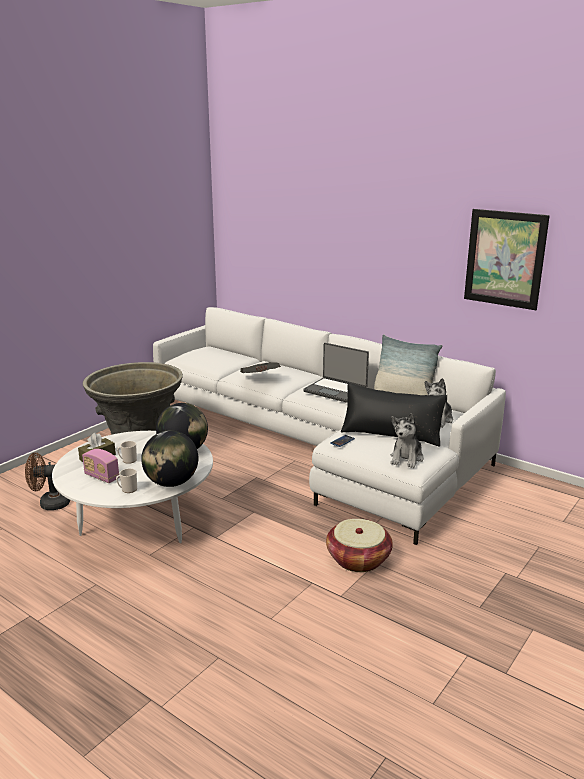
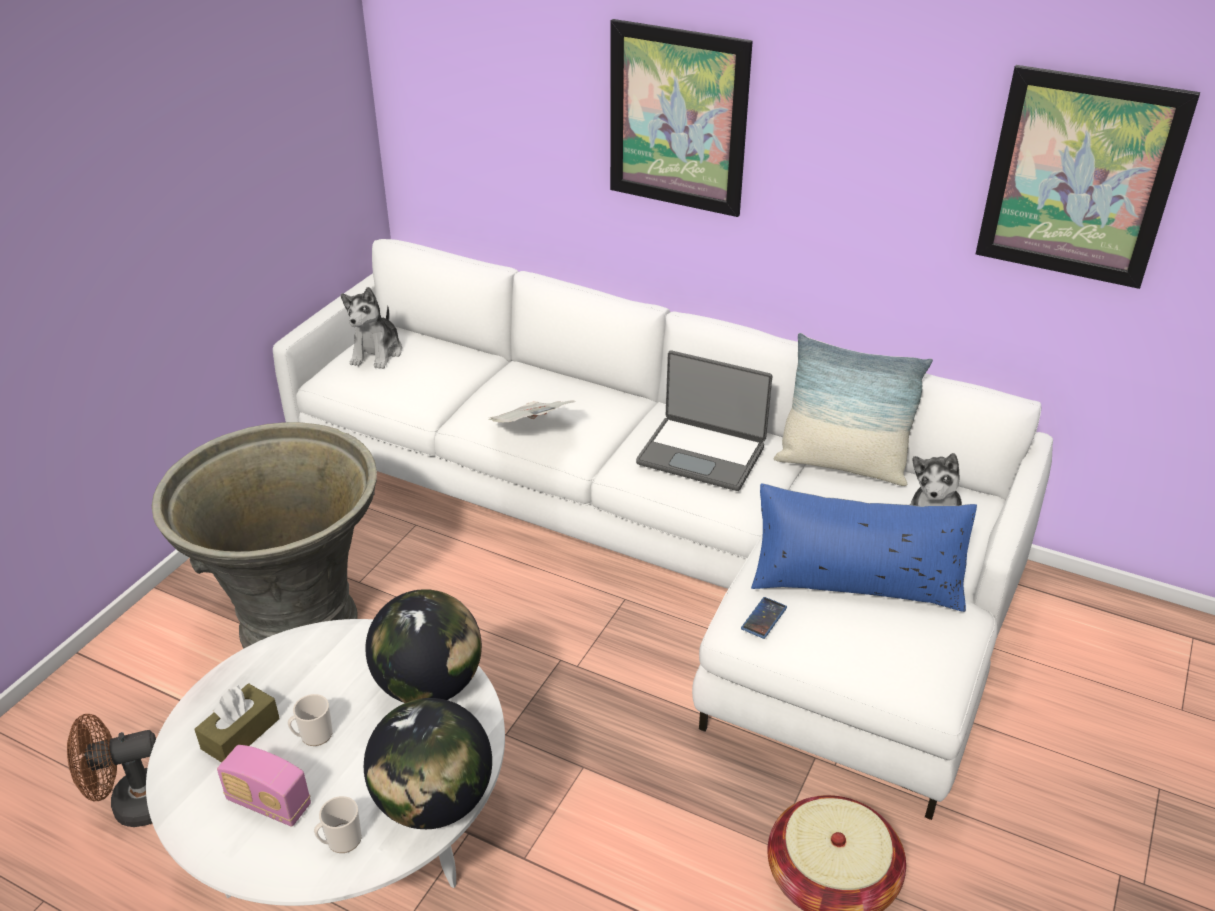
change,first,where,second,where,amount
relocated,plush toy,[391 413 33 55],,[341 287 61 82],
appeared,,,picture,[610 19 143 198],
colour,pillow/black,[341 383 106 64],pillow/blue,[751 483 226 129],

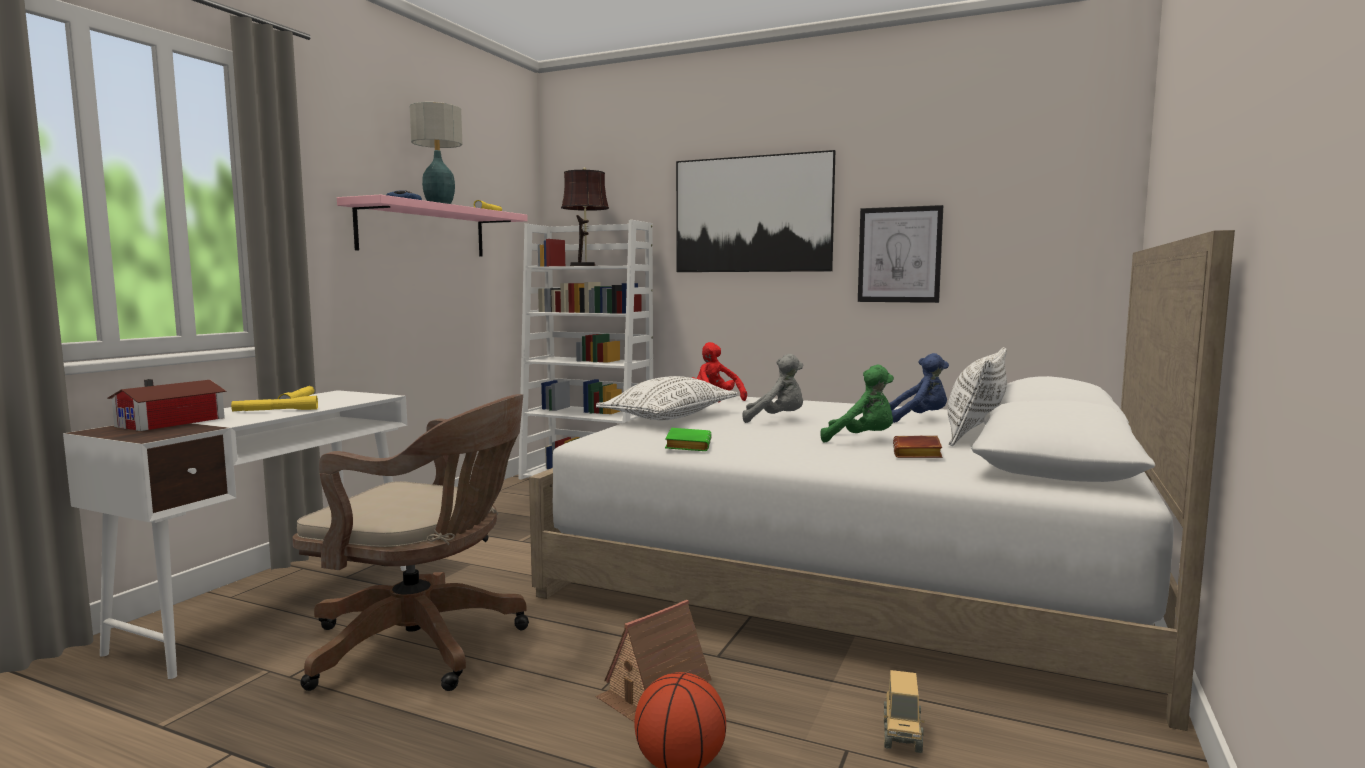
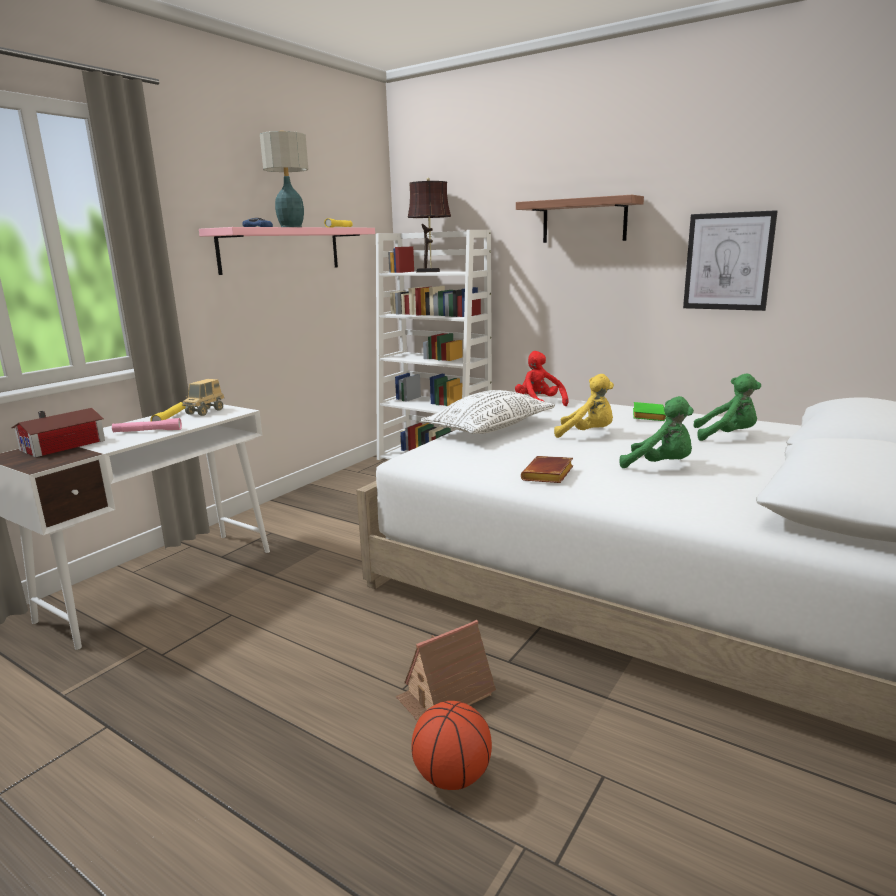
change,first,where,second,where,amount
colour,flashlight/yellow,[231 396 87 16],flashlight/pink,[112 418 70 14],
relocated,toy truck,[884 670 41 83],,[182 379 42 37],
exchanged,picture,[676 150 159 122],shelf,[516 195 128 48],
relocated,book/brown,[893 435 49 23],,[521 456 52 27],
colour,plush toy/grey,[742 354 62 69],plush toy/yellow,[554 374 60 64],
relocated,book/green,[665 428 47 23],,[633 402 33 19],
colour,plush toy/blue,[889 353 60 70],plush toy/green,[693 373 68 68],
missing,office chair/brown,[293 394 236 297],,,
missing,pillow/white,[948 347 59 99],,,

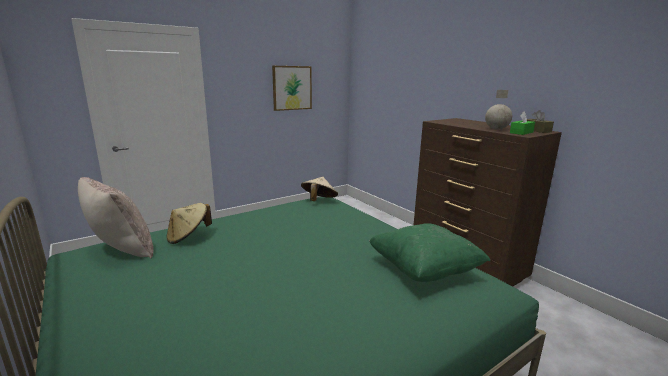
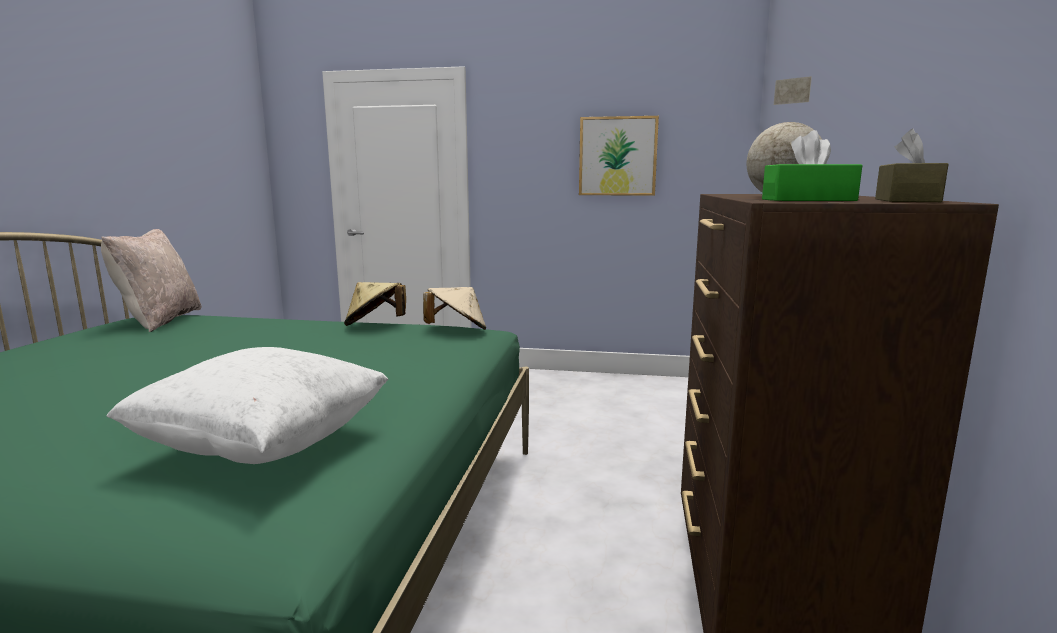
change,first,where,second,where,amount
colour,pillow/green,[369 223 121 59],pillow/white,[106 347 283 117],
relocated,hat/beige,[166 203 46 41],,[344 282 62 44],

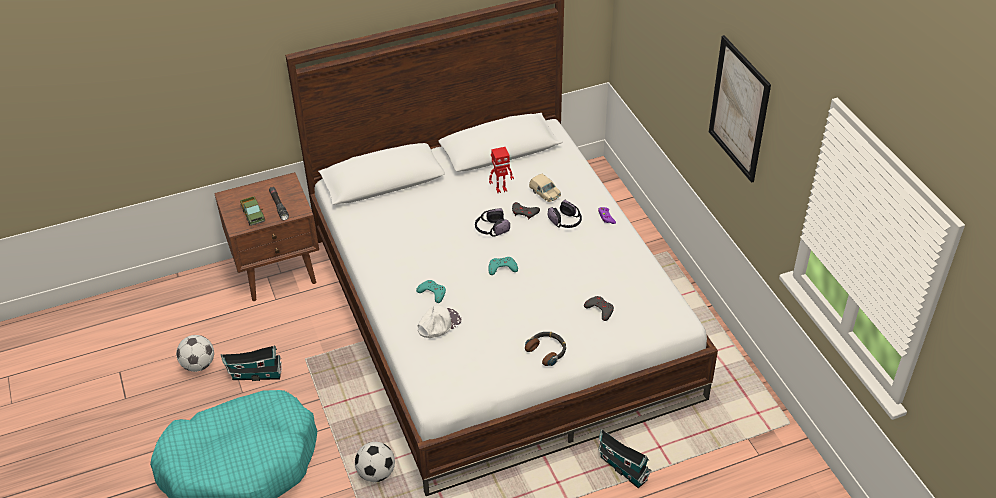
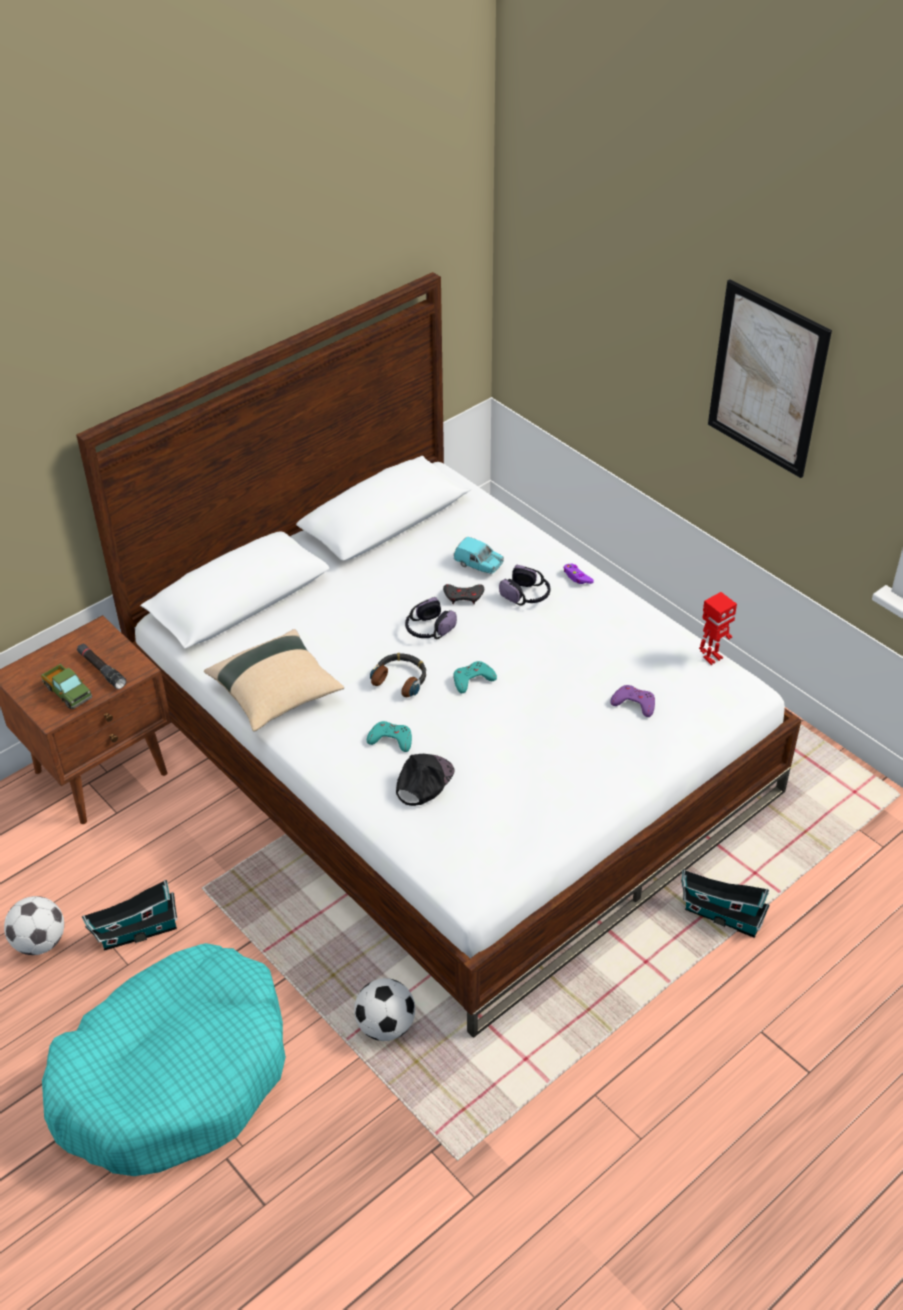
change,first,where,second,where,amount
appeared,,,pillow/beige,[204 629 140 103],
relocated,headphones,[525 332 41 34],,[370 653 56 44],
colour,cap/white,[417 305 45 33],cap/black,[396 754 58 52],
colour,toy car/beige,[529 174 32 28],toy car/turquoise,[454 537 50 37],
colour,game controller/grey,[584 296 30 25],game controller/purple,[610 685 45 32],
relocated,toy robot,[489 147 25 46],,[699 592 38 73],

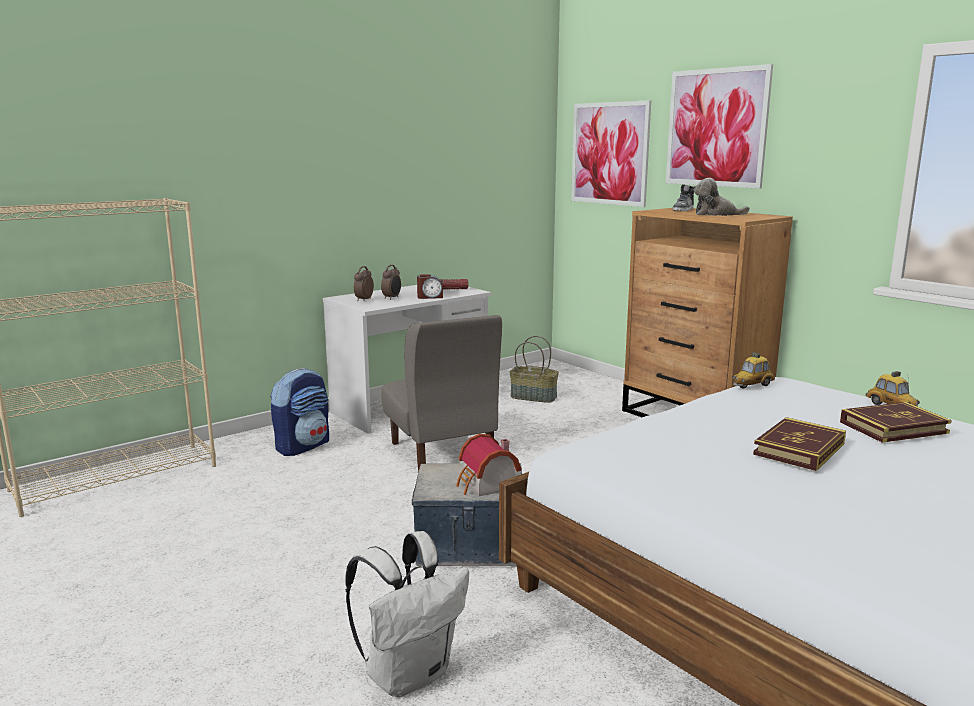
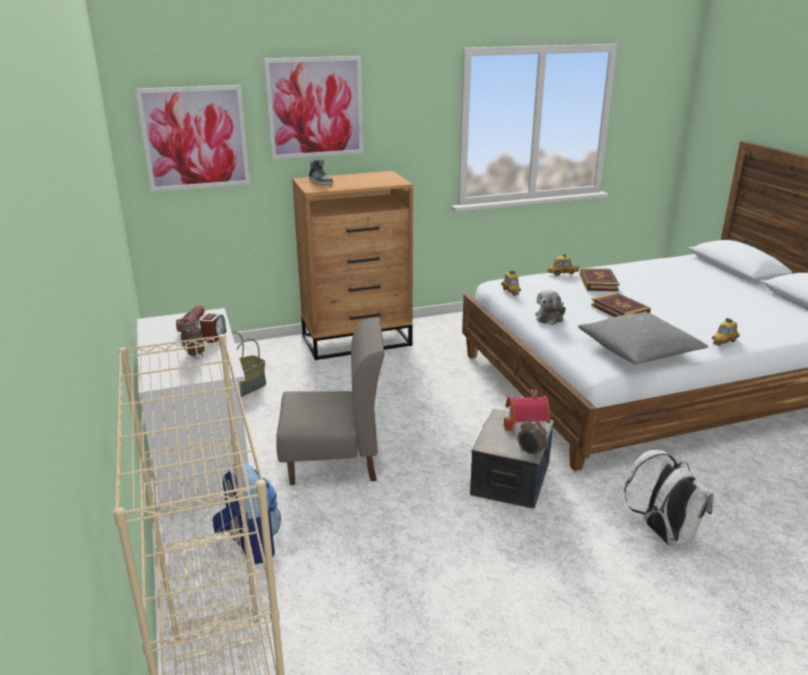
change,first,where,second,where,amount
relocated,alarm clock,[354 266 20 35],,[518 418 29 40],
relocated,plush toy,[694 178 56 38],,[535 290 31 35],
appeared,,,pillow/grey,[578 312 130 52],
appeared,,,toy car,[712 318 28 28],

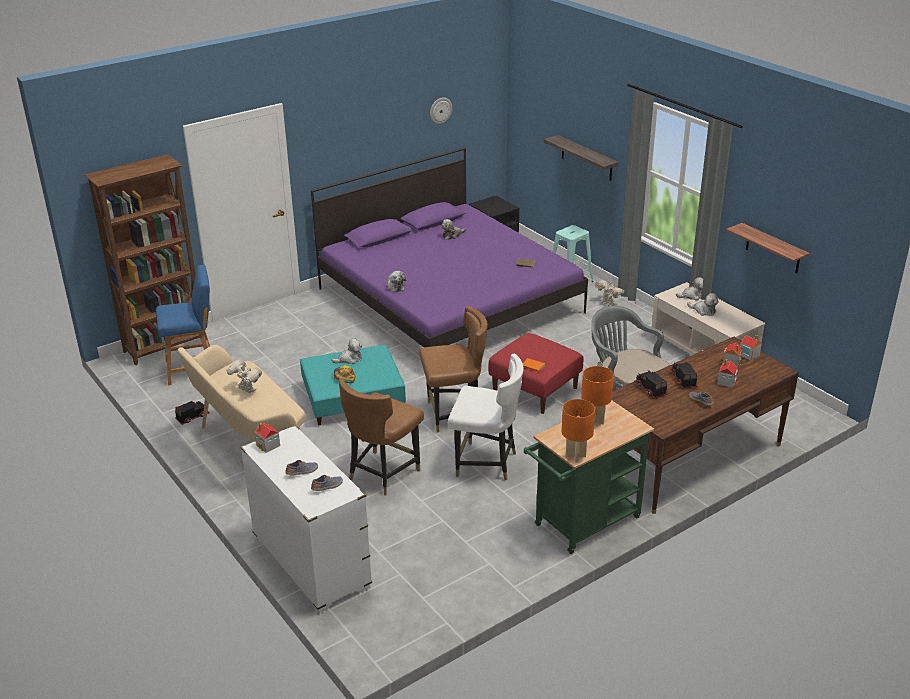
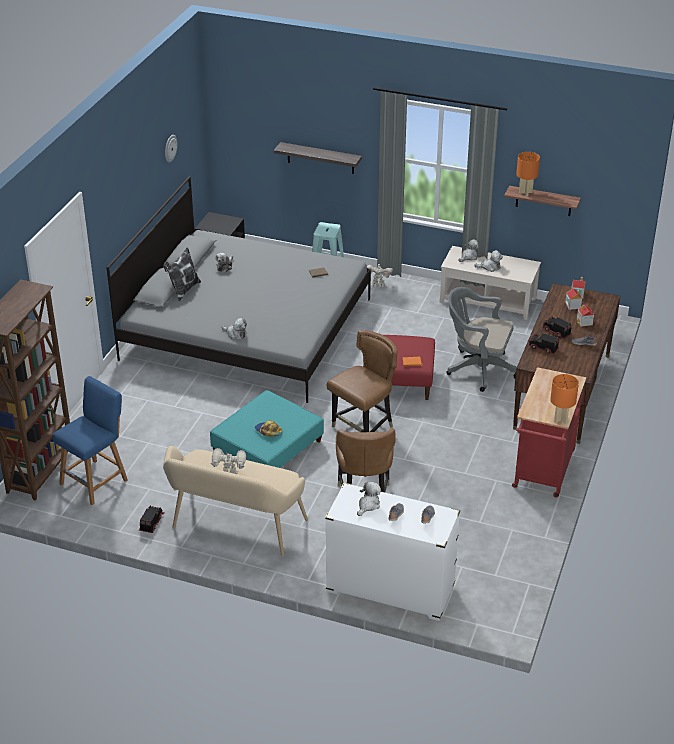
change,first,where,second,where,amount
colour,bed/purple,[311 147 277 200],bed/grey,[106 176 265 227],
appeared,,,pillow,[163 247 38 54],
relocated,plush toy,[332 338 31 26],,[357 481 24 35],
colour,cart/green,[524 401 130 153],cart/red,[512 367 74 130],
relocated,table lamp/orange,[581 366 33 58],,[516 152 24 44],
missing,toy house,[255 423 25 30],,,
missing,chair/white,[448 354 76 126],,,

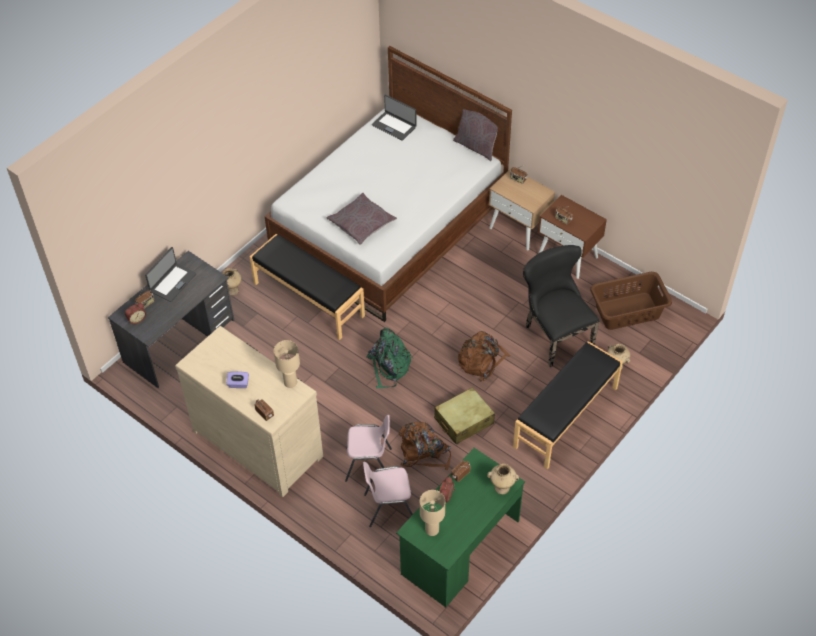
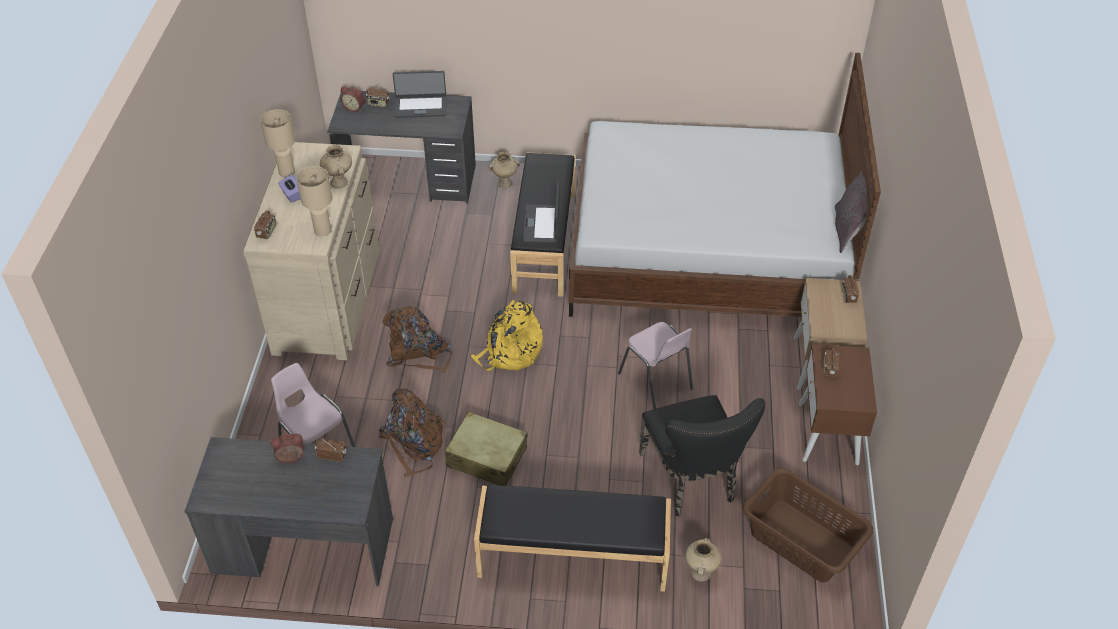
change,first,where,second,where,amount
colour,desk/green,[396 448 129 159],desk/grey,[184 437 209 149],
relocated,table lamp/beige,[420 490 25 46],,[260 109 35 69],
relocated,vase/beige,[487 464 32 30],,[320 145 32 44],
relocated,backpack/brown,[458 331 52 50],,[383 307 69 66],
colour,backpack/green,[366 328 48 60],backpack/yellow,[471 300 72 71],
relocated,laptop,[372 94 44 47],,[523 181 37 62],
relocated,chair/pink,[345 415 47 67],,[618 322 75 87],
spun,chair/black,[523 245 76 123],,[639 395 126 121],135 degrees clockwise
missing,pillow/grey,[326 192 71 53],,,

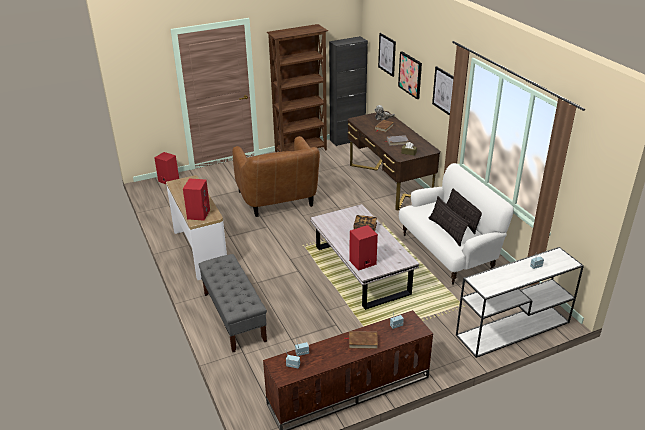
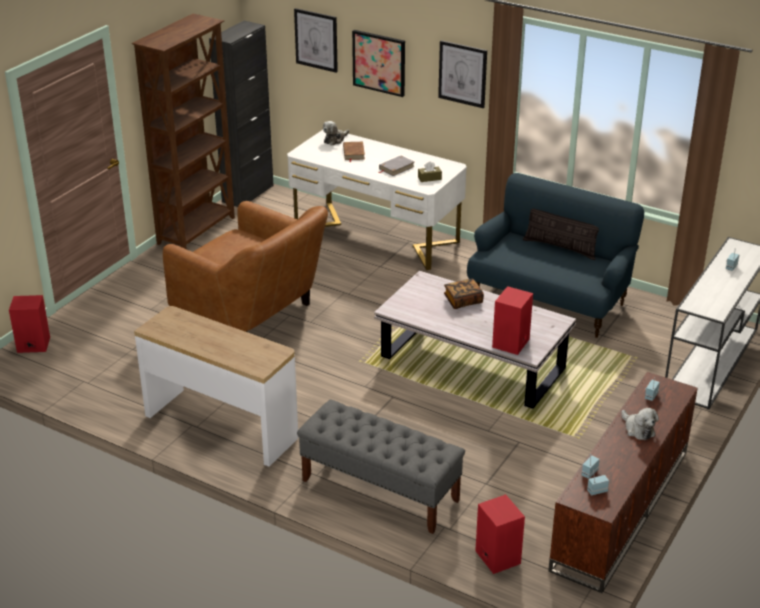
change,first,where,second,where,amount
colour,desk/brown,[348 111 92 100],desk/white,[287 130 180 140],
colour,sofa/white,[399 163 115 122],sofa/blue,[467 173 177 165],
relocated,speaker/red,[183 178 27 43],,[475 494 50 80],
exchanged,book/brown,[344 331 34 18],plush toy,[621 408 38 32],
missing,pillow,[428 196 42 50],,,

